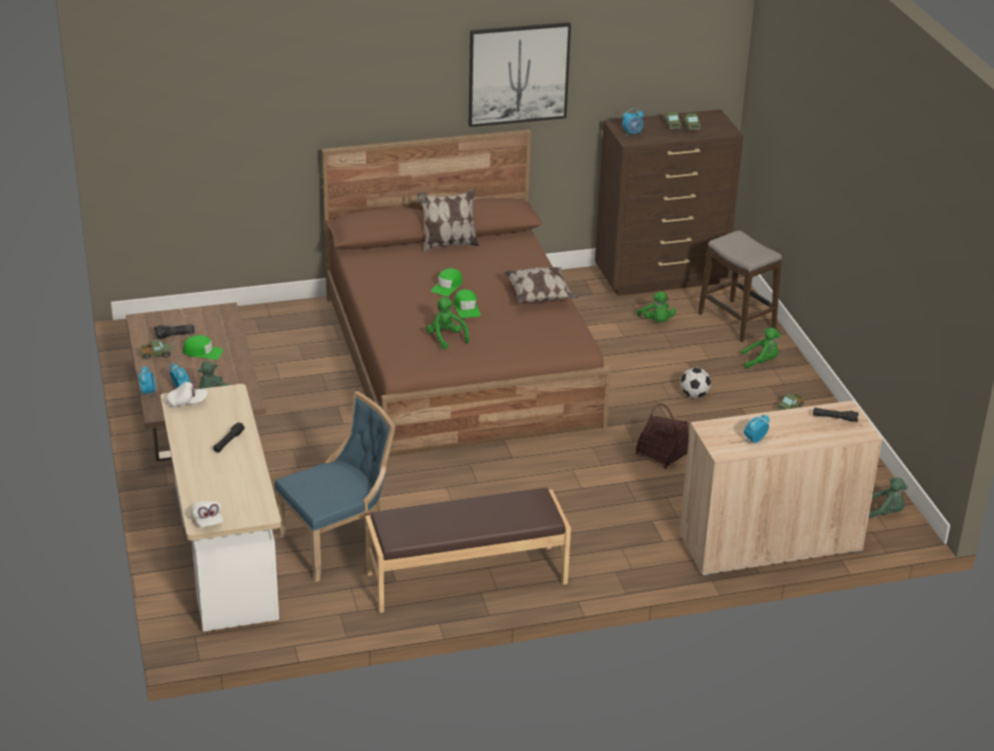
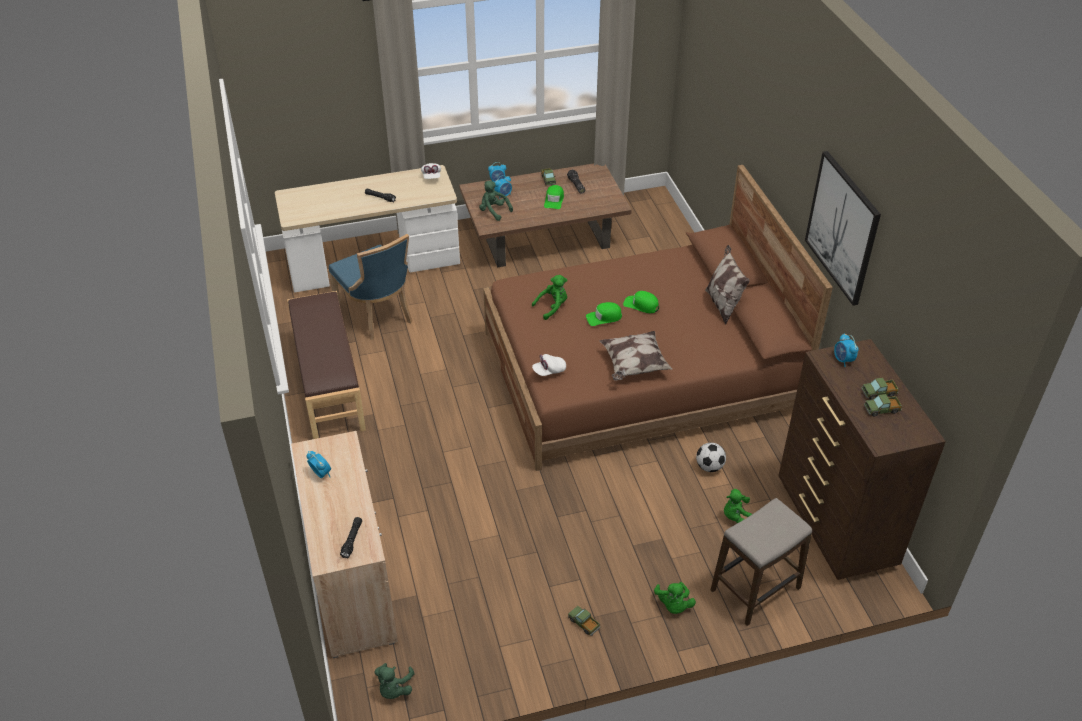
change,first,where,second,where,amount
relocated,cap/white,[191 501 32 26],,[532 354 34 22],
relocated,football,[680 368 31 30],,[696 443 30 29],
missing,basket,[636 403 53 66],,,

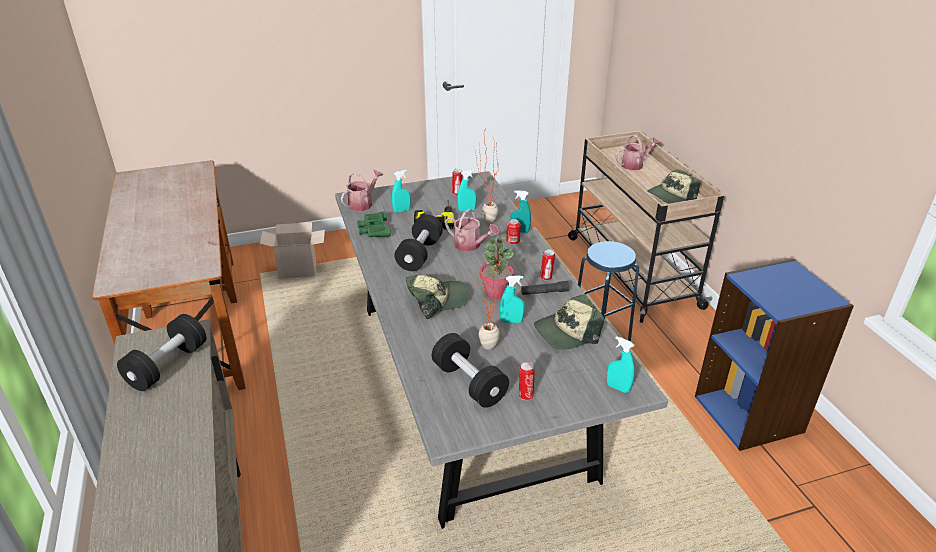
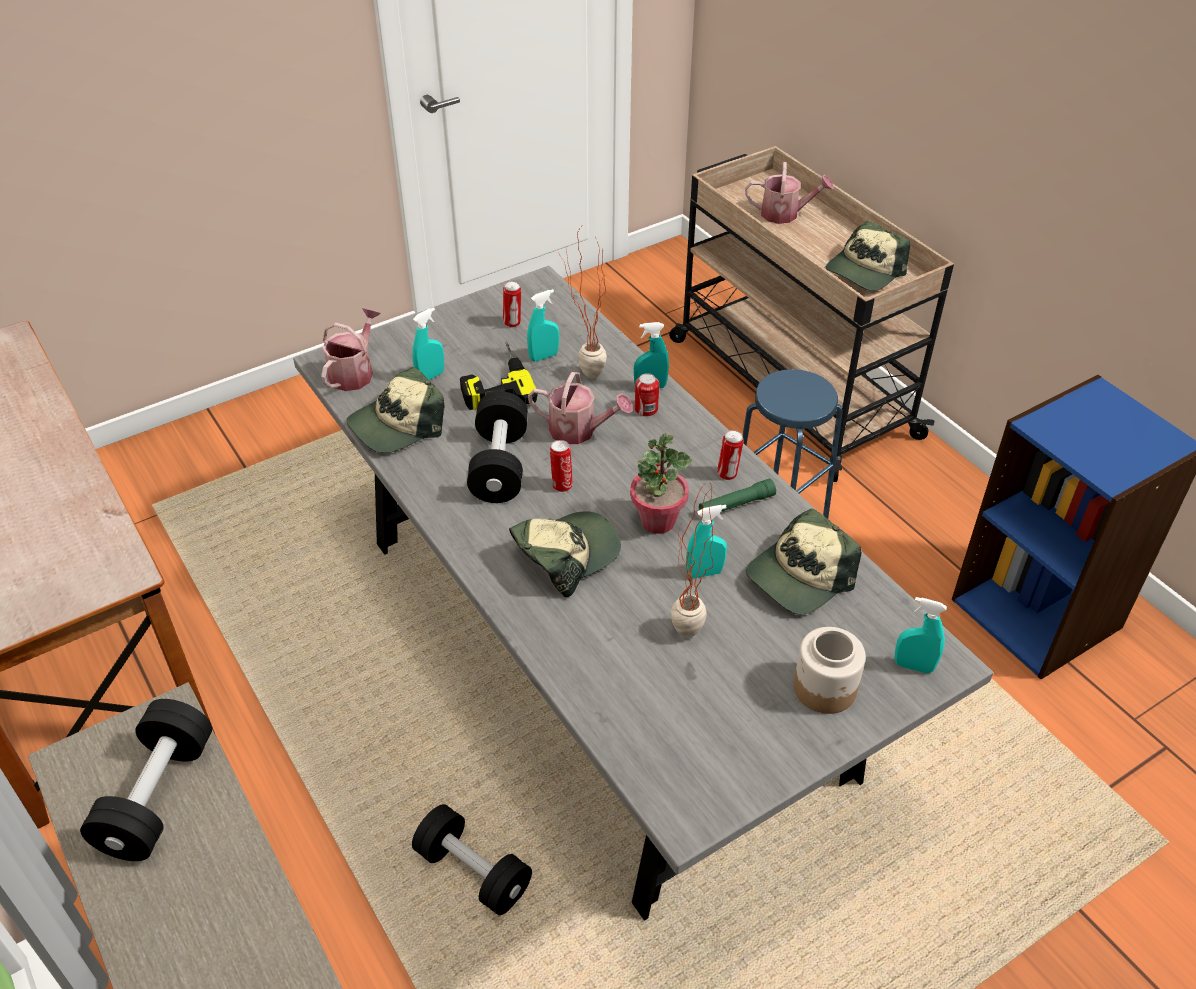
change,first,where,second,where,amount
exchanged,binoculars/green,[357 211 34 27],cap,[346 367 99 86],
relocated,dumbbell/black,[432 333 77 75],,[412 804 120 111],
relocated,can,[519 362 16 38],,[550 440 23 52],
colour,flashlight/black,[521 281 49 14],flashlight/green,[699 479 77 33],
spun,watering can,[615 135 46 35],,[745 162 89 62],45 degrees clockwise
appeared,,,jar,[794 627 72 87],
missing,cardboard box,[260 222 65 57],,,

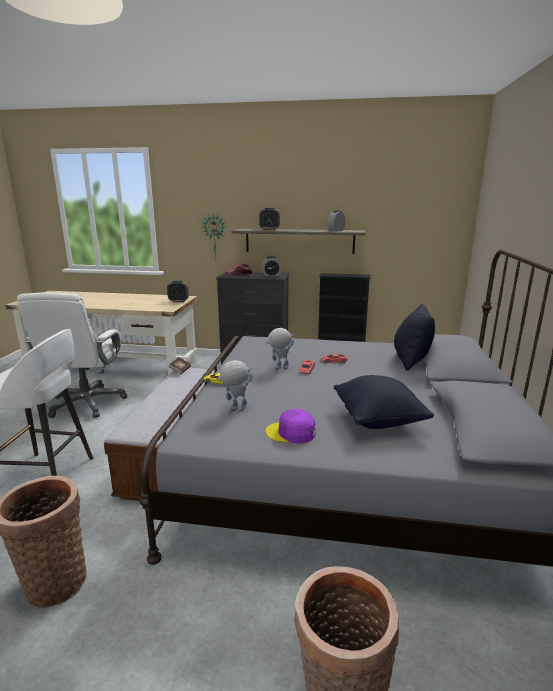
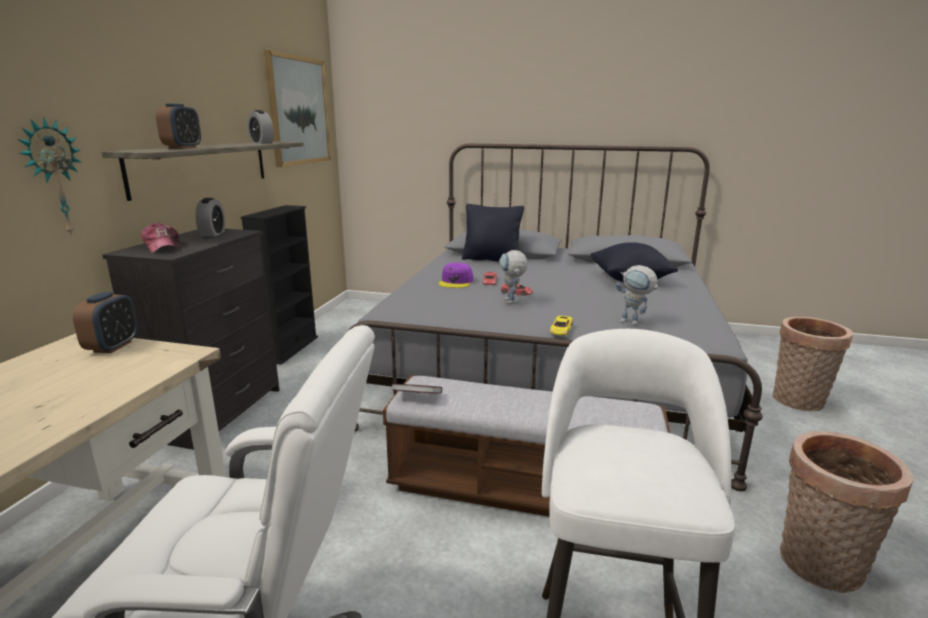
change,first,where,second,where,amount
appeared,,,picture,[264 50 67 117],
relocated,cap/purple,[265 409 51 34],,[439 263 34 25],
spun,toy robot,[216 360 37 50],,[616 265 44 60],45 degrees counterclockwise

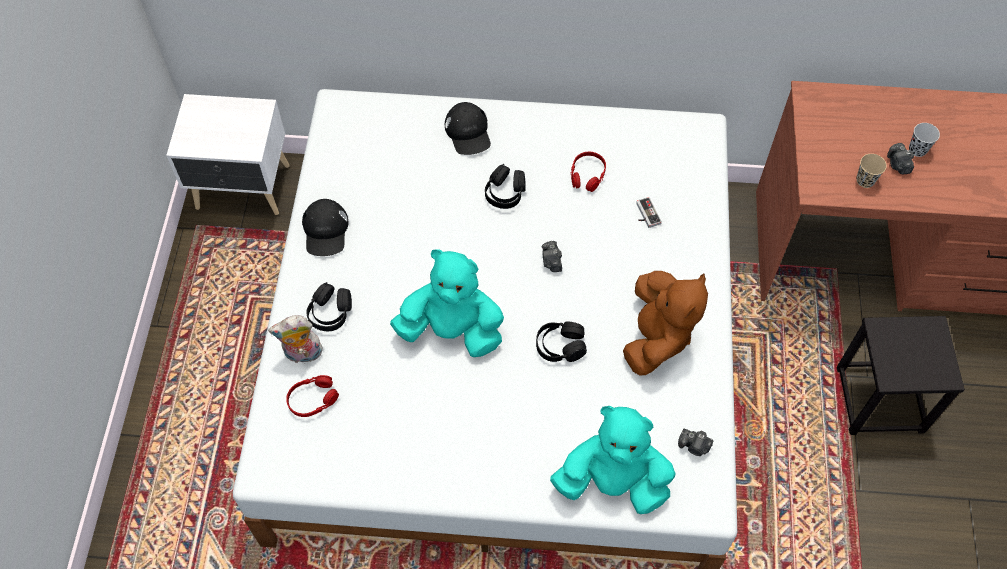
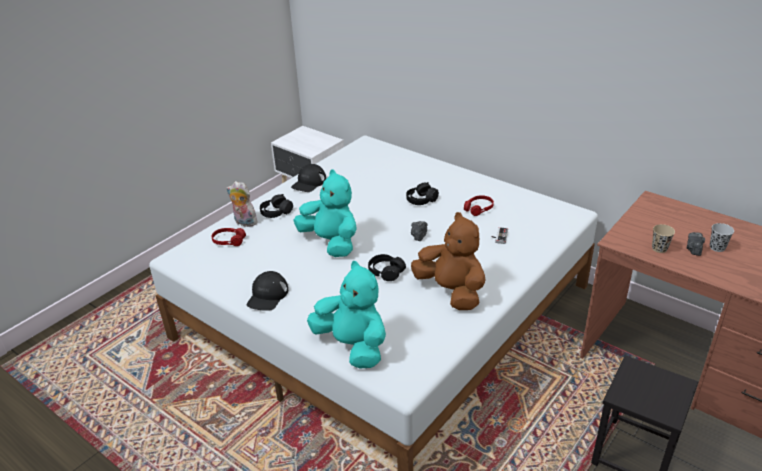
change,first,where,second,where,amount
relocated,cap/black,[445 102 46 53],,[247 271 41 40],
spun,plush toy/brown,[623 271 85 104],,[411 212 75 98],90 degrees counterclockwise
missing,photo camera,[678 429 36 27],,,

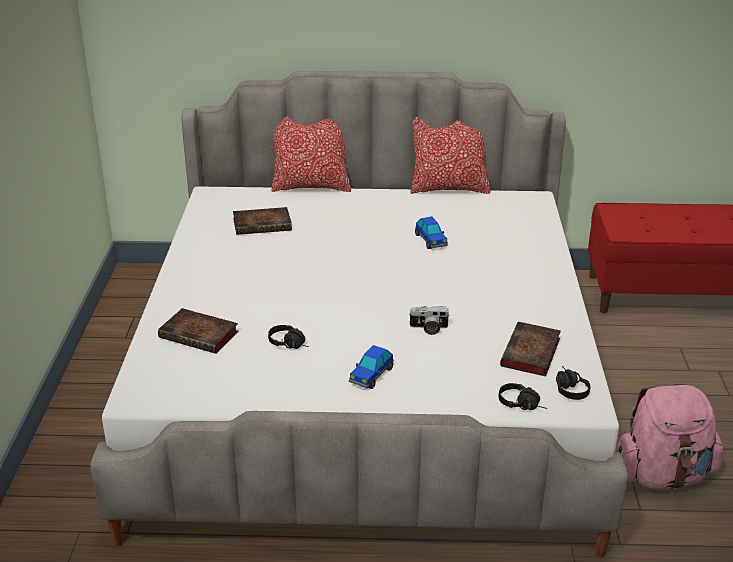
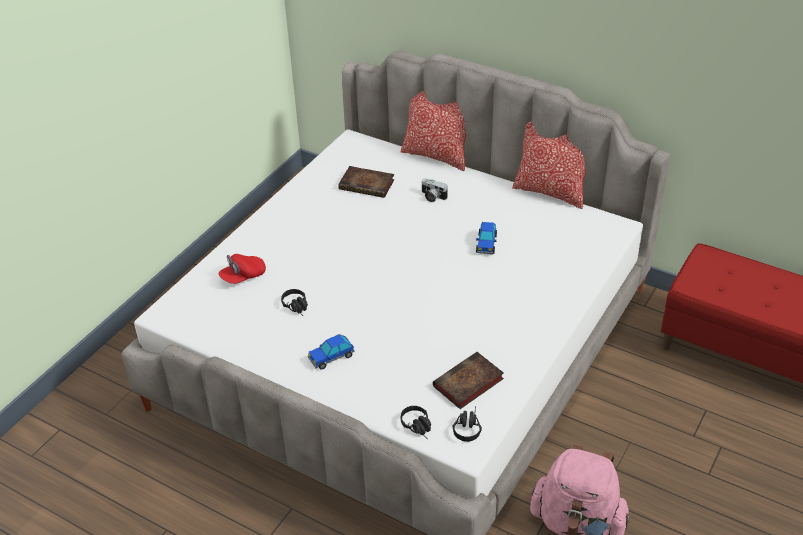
change,first,where,second,where,amount
exchanged,book,[158 308 80 46],cap/red,[219 254 47 30],
relocated,photo camera,[410 306 39 29],,[421 178 27 24],

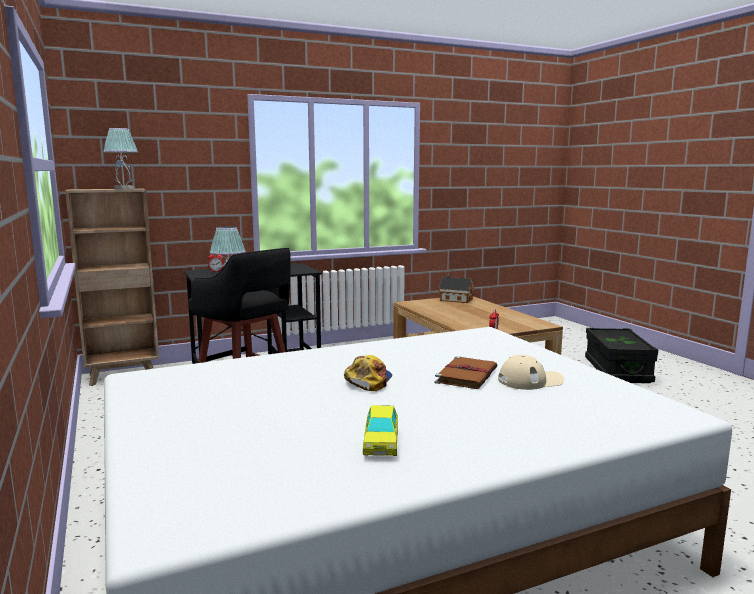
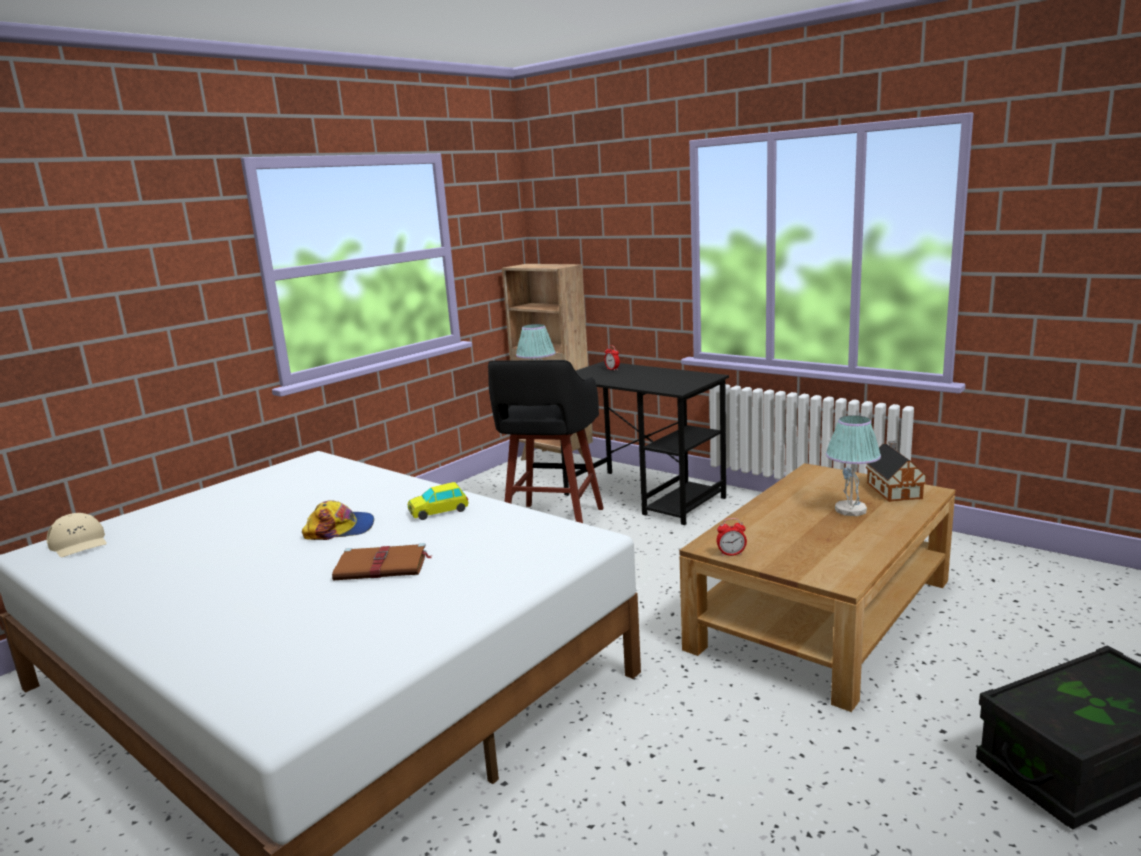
change,first,where,second,where,amount
relocated,cap/beige,[498 355 66 35],,[47 513 60 44],
relocated,toy car,[363 405 35 51],,[407 482 62 38],
relocated,table lamp,[104 128 34 61],,[826 415 55 101],

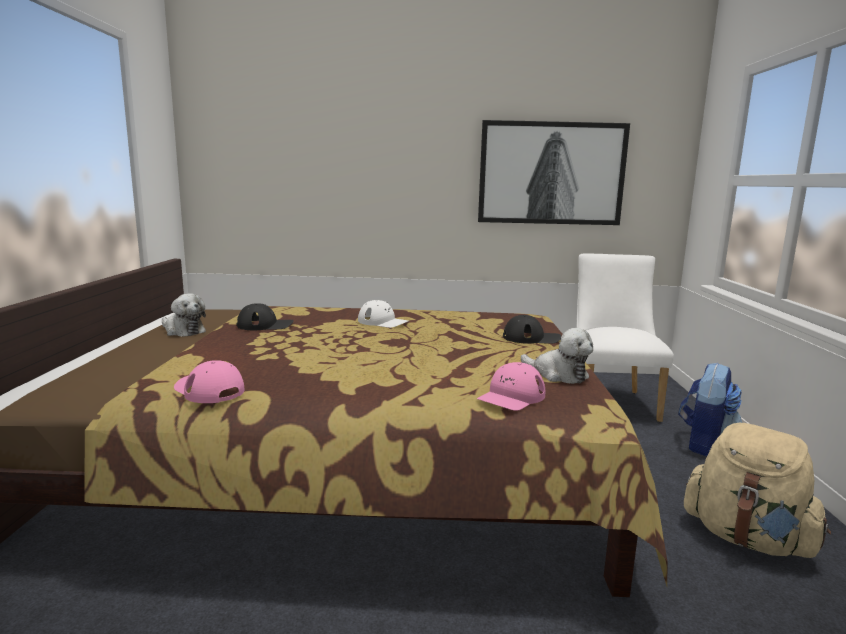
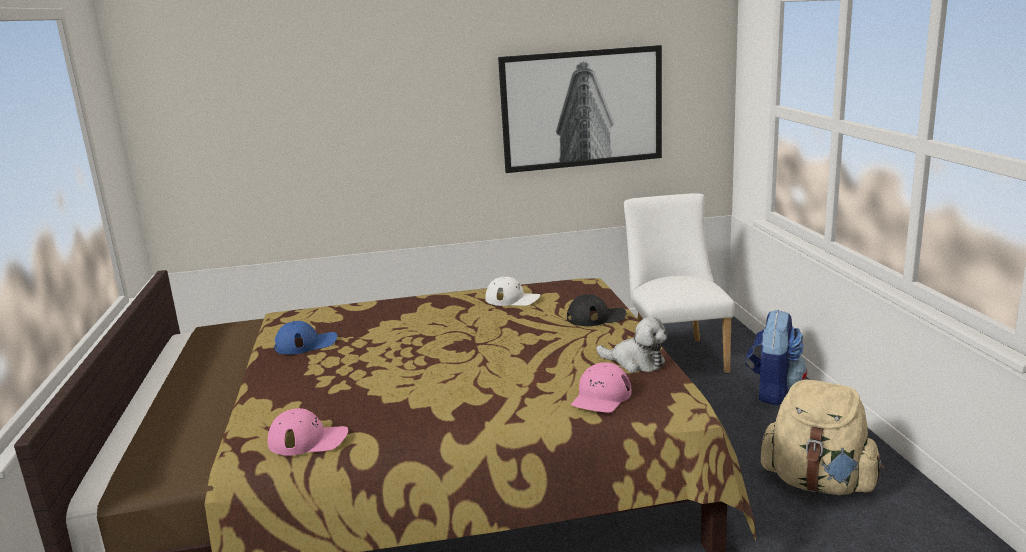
change,first,where,second,where,amount
spun,cap/pink,[174 360 70 43],,[267 408 81 48],150 degrees clockwise
colour,cap/black,[236 303 58 27],cap/blue,[274 321 63 34],
relocated,cap/white,[358 300 50 28],,[485 277 55 29],
missing,plush toy,[162 294 44 43],,,

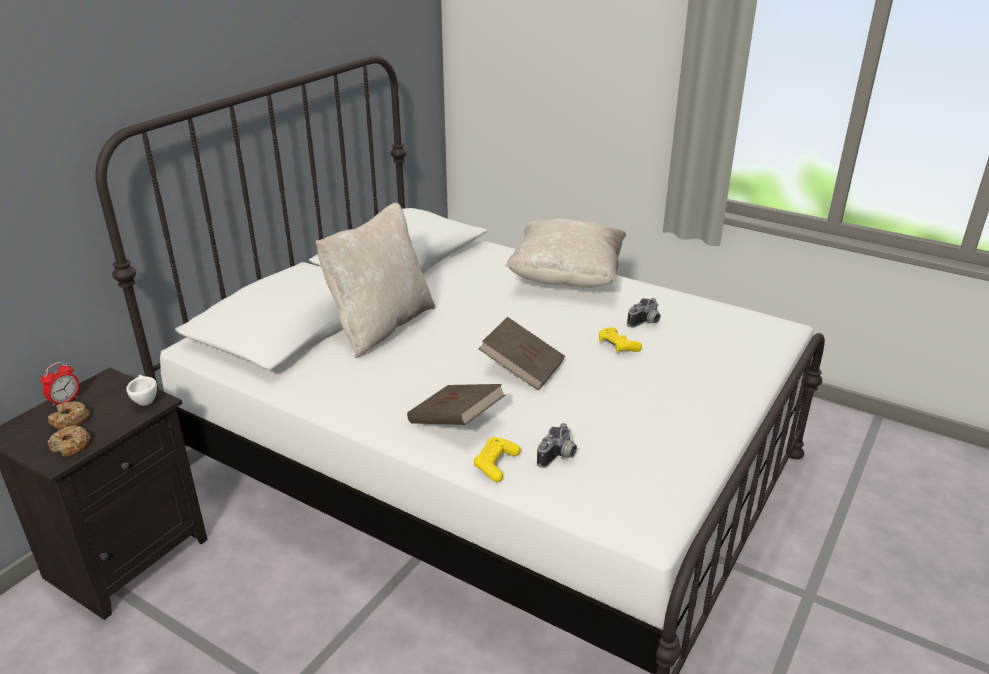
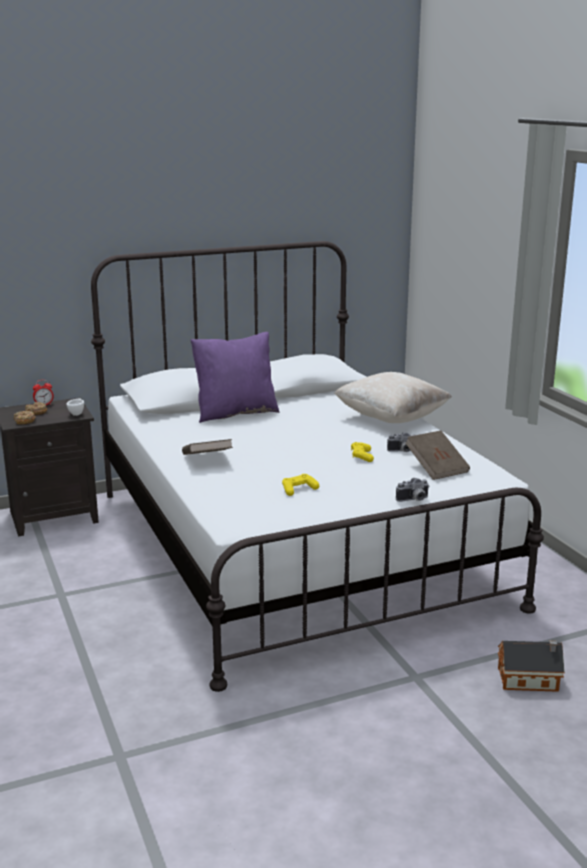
change,first,where,second,where,amount
colour,pillow/beige,[316 202 119 156],pillow/purple,[191 332 88 91],
relocated,game controller/yellow,[474 437 46 45],,[282 474 37 22],
relocated,photo camera,[537 423 40 45],,[396 478 34 24],
relocated,book/brown,[479 317 86 74],,[406 431 64 49],
appeared,,,toy house,[498 640 67 52],

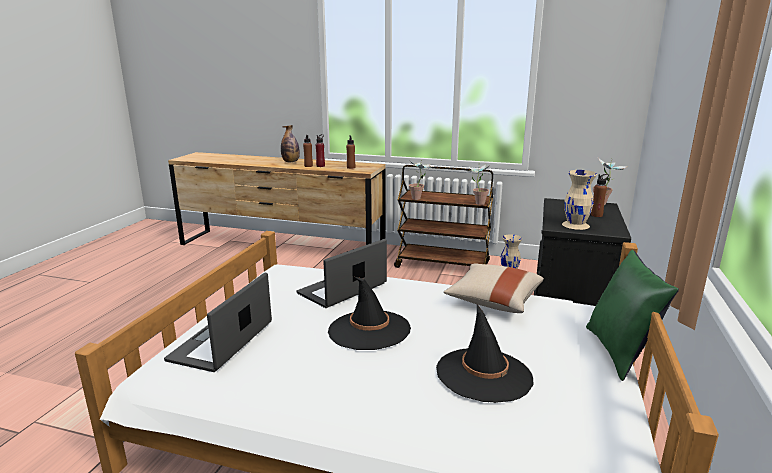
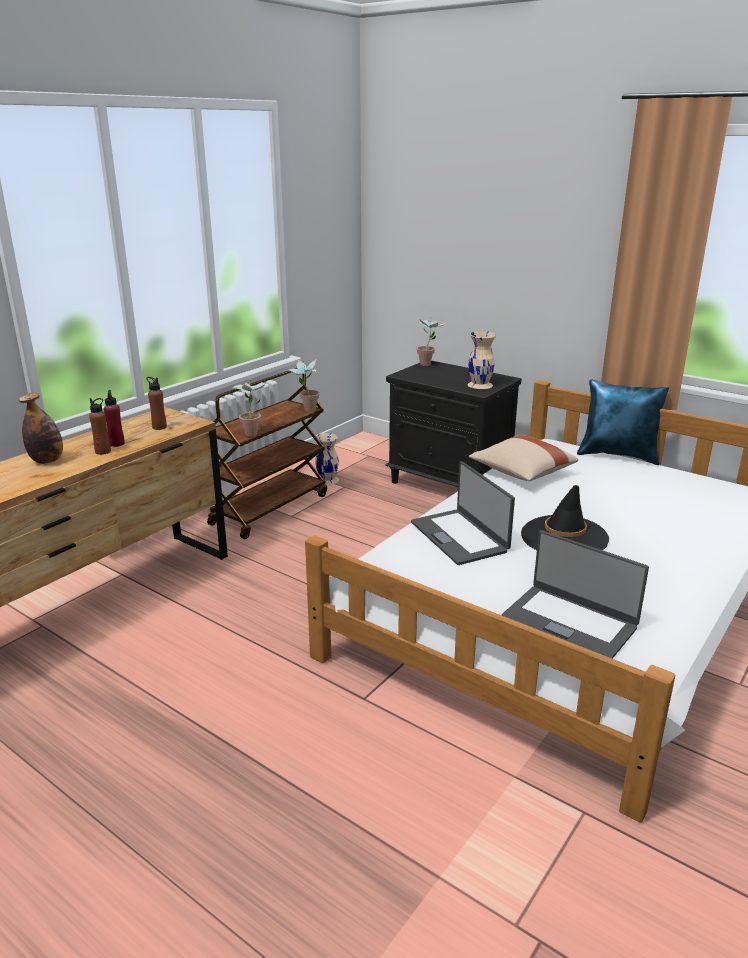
change,first,where,second,where,amount
colour,pillow/green,[586 250 93 131],pillow/blue,[577 379 92 86],
missing,hat/black,[436 304 97 99],,,
missing,bottle/brown,[591 174 18 43],,,

